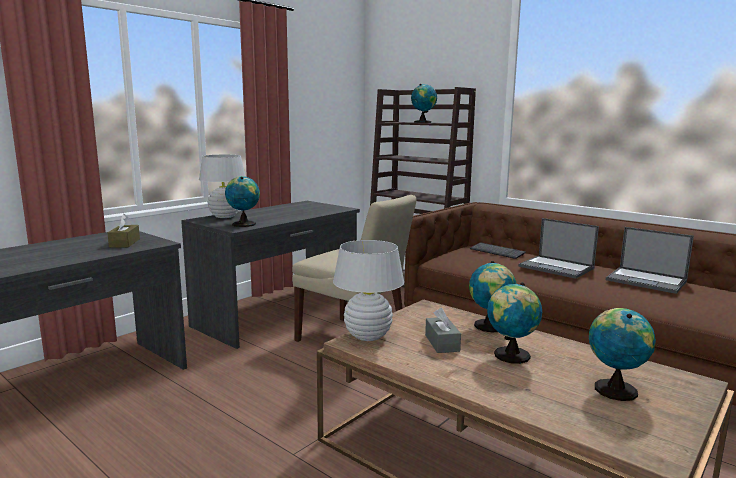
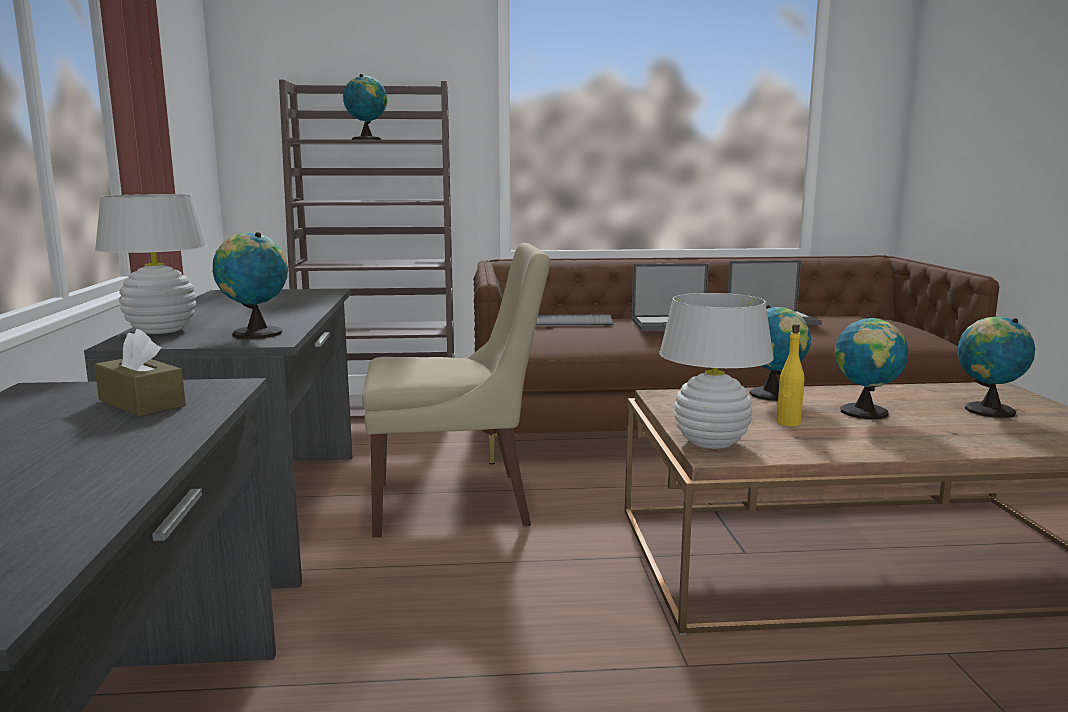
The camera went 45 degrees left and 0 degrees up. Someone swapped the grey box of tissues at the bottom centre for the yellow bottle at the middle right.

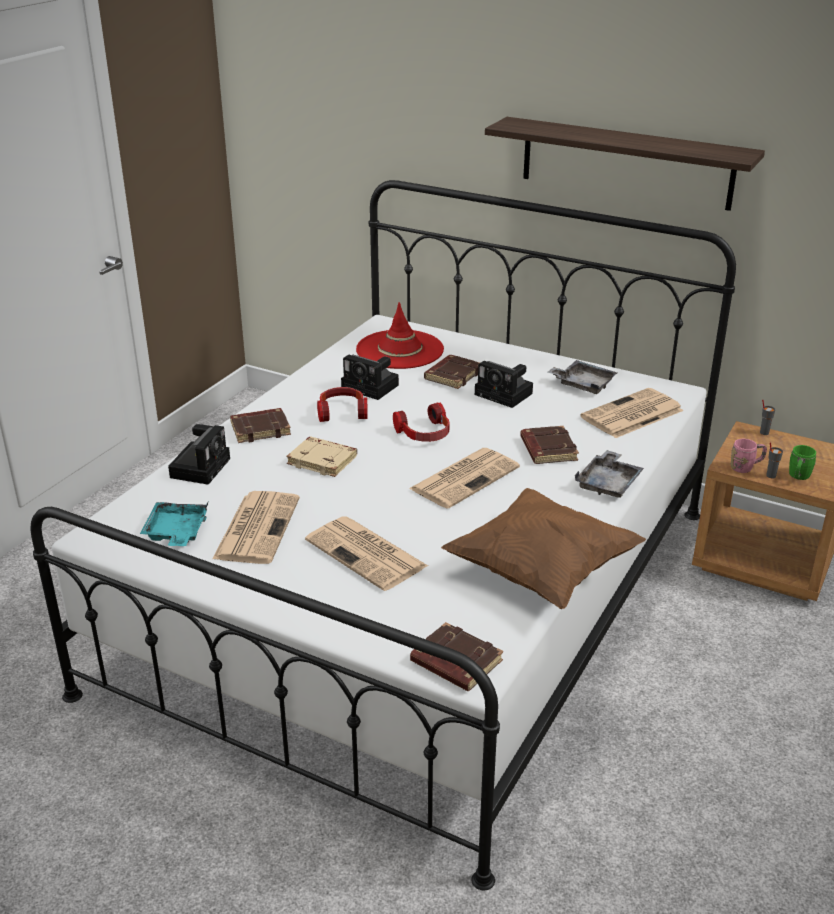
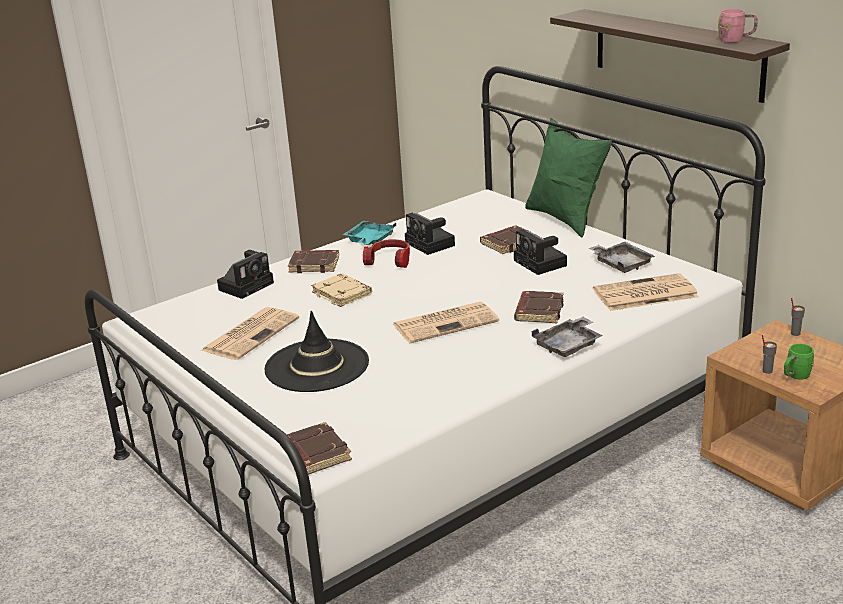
The camera went 25 degrees right and 5 degrees down. Someone took away the red-coloured hat at the centre. Someone took away the pair of headphones (2nd from left) at the centre. Someone took away the brown-coloured pillow at the centre. Someone put down the greenish pillow at the top right. Someone carried the blue-green tray from the middle left to the centre. Someone carried the pinkish mug from the middle right to the top right. Someone swapped the newspaper (2nd from left) at the centre for the blackish hat at the centre.

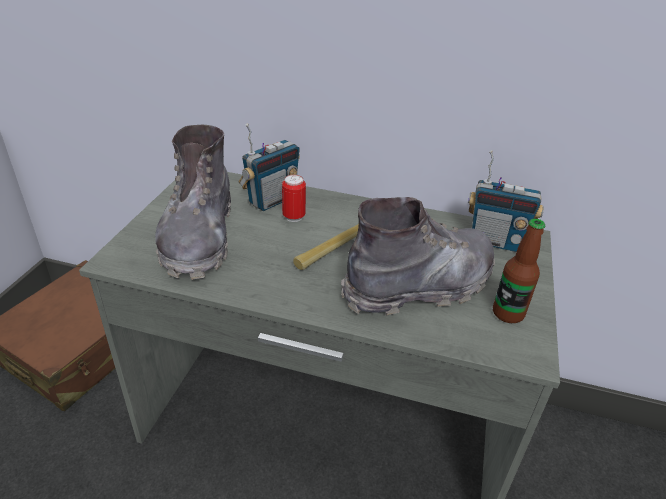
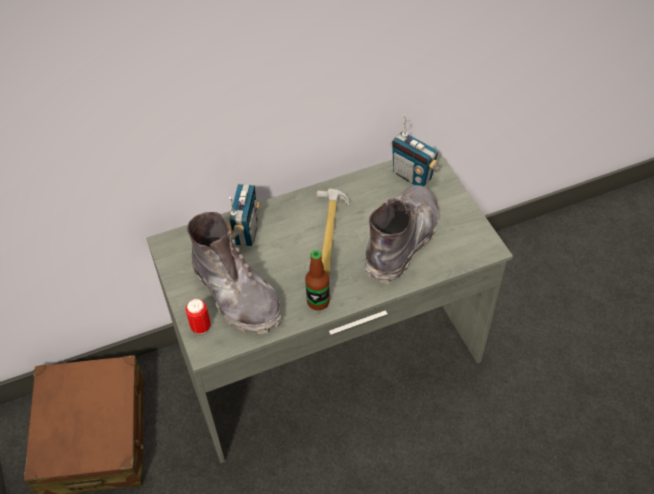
The camera went 35 degrees left and 15 degrees up. Someone carried the metal can from the centre to the middle left. Someone carried the bottle from the middle right to the centre. Someone rotated the radio receiver (2nd from left) at the middle right by 60 degrees clockwise.

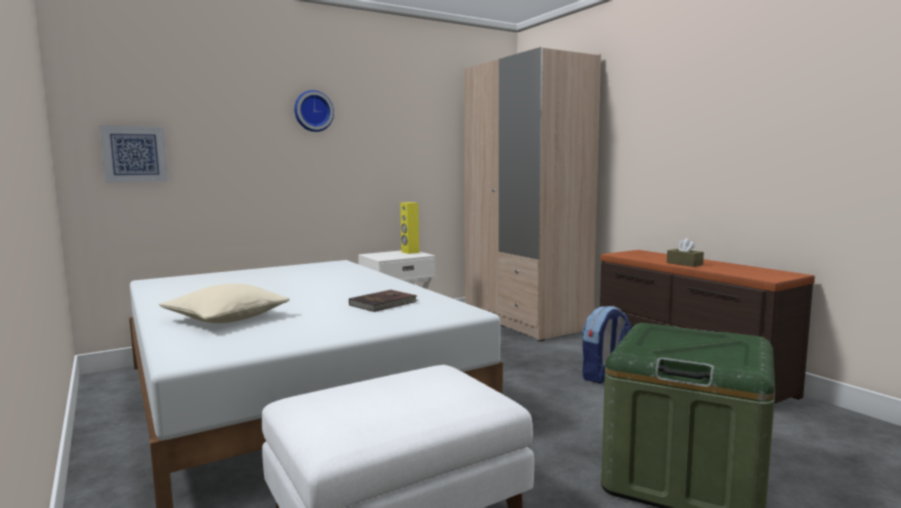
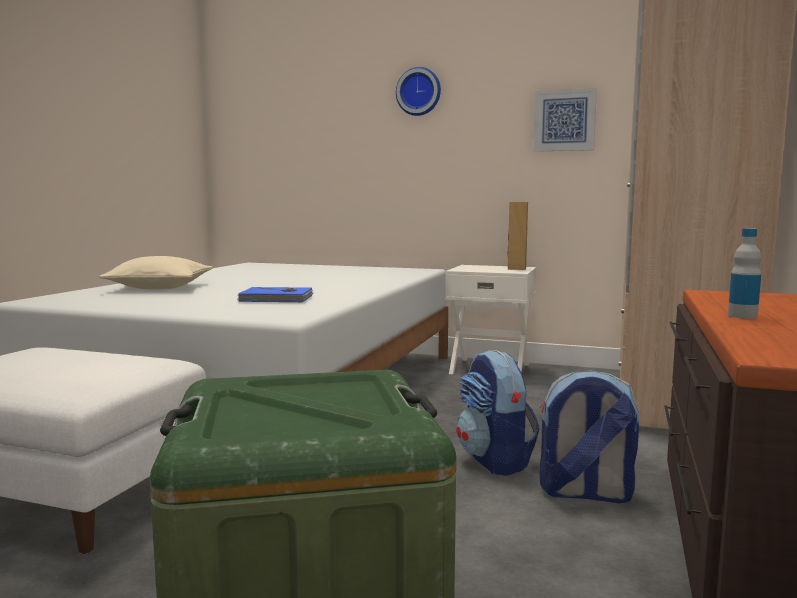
The camera went 50 degrees right and 0 degrees up. Someone put down the backpack (1st from left) at the bottom centre. Someone carried the wall picture from the top left to the top right. Someone swapped the brown-coloured box of tissues at the middle right for the bottle at the middle right. Someone repainted the brown-coloured bound book at the centre, which became the blue-coloured bound book at the centre. Someone repainted the yellow loudspeaker at the centre, which became the brown-coloured loudspeaker at the centre.

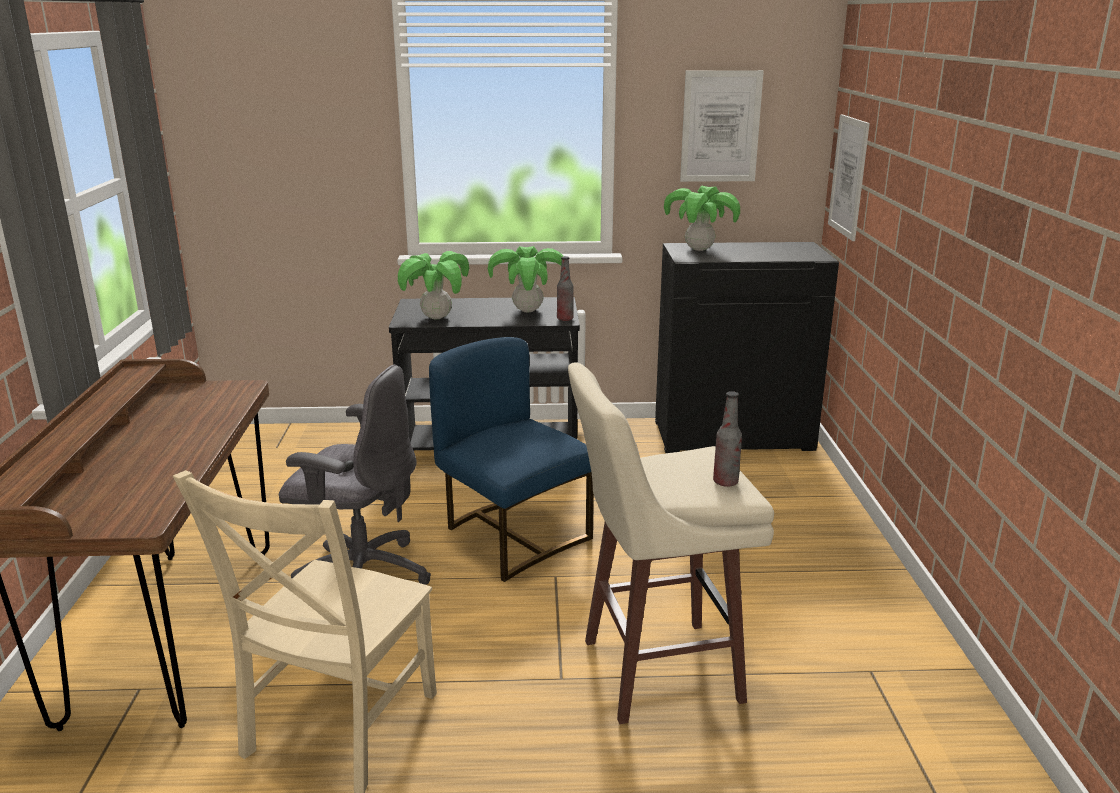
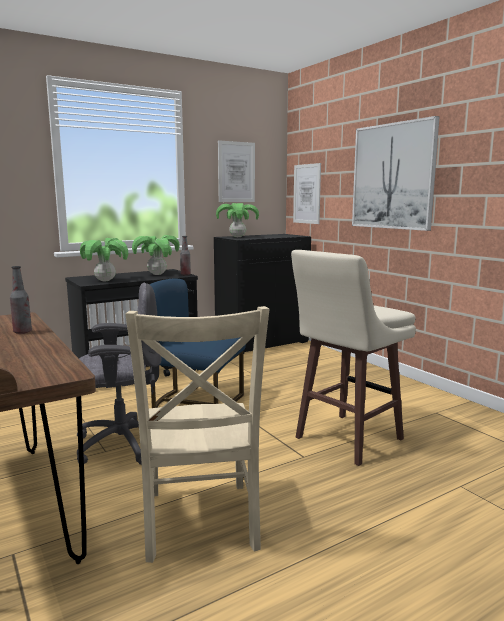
The camera went 30 degrees left and 10 degrees down. Someone put up the wall picture (3rd from left) at the top right. Someone carried the bottle (2nd from left in the first image) from the centre to the middle left.

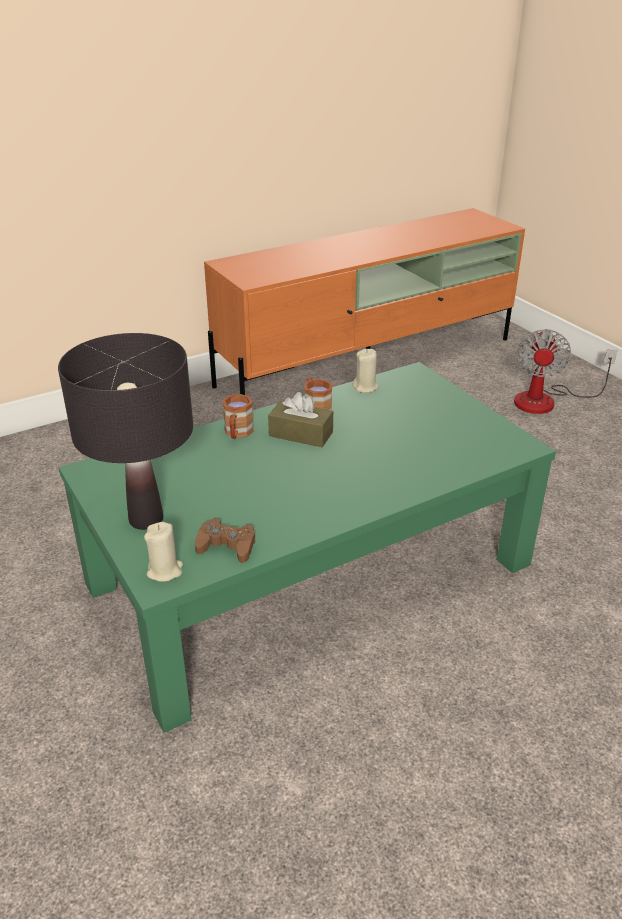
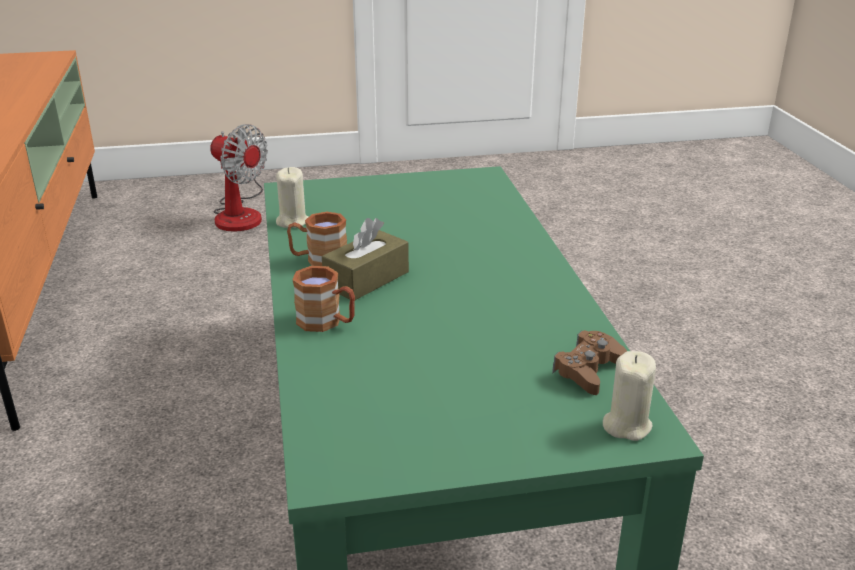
The camera went 70 degrees left and 5 degrees down. Someone took away the blackish lamp for a table at the middle left.

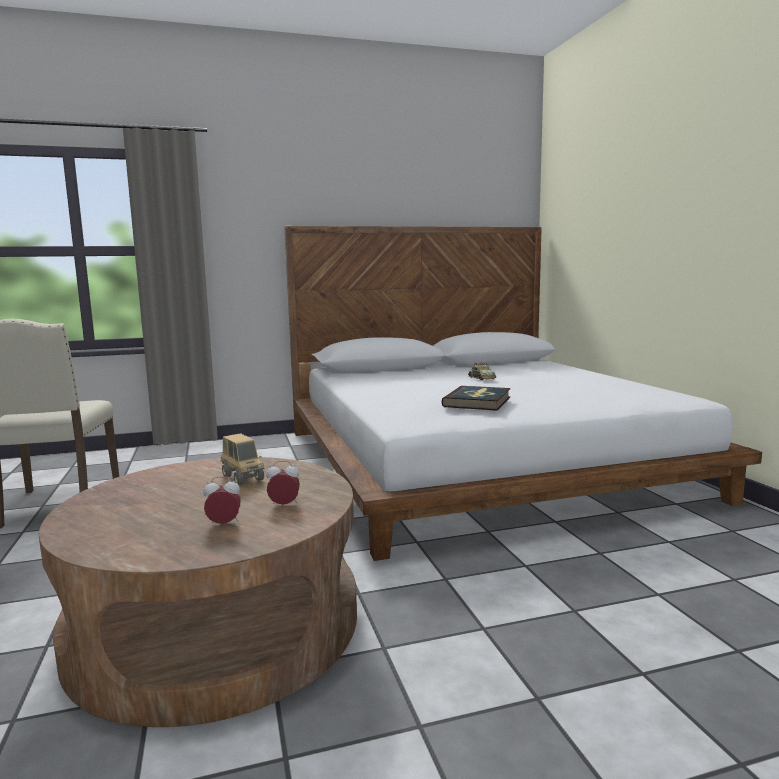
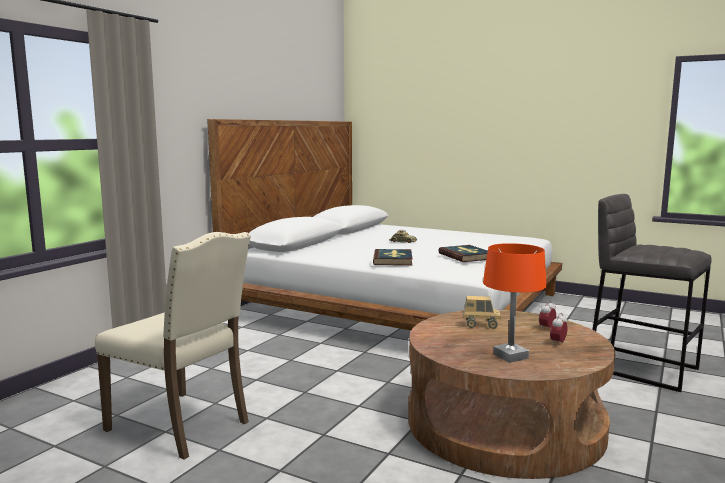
The camera went 45 degrees left and 0 degrees up. Someone put down the bound book (1st from left) at the centre. Someone put down the orange-coloured lamp for a table at the middle right. Someone put down the grey stool seat at the middle right.

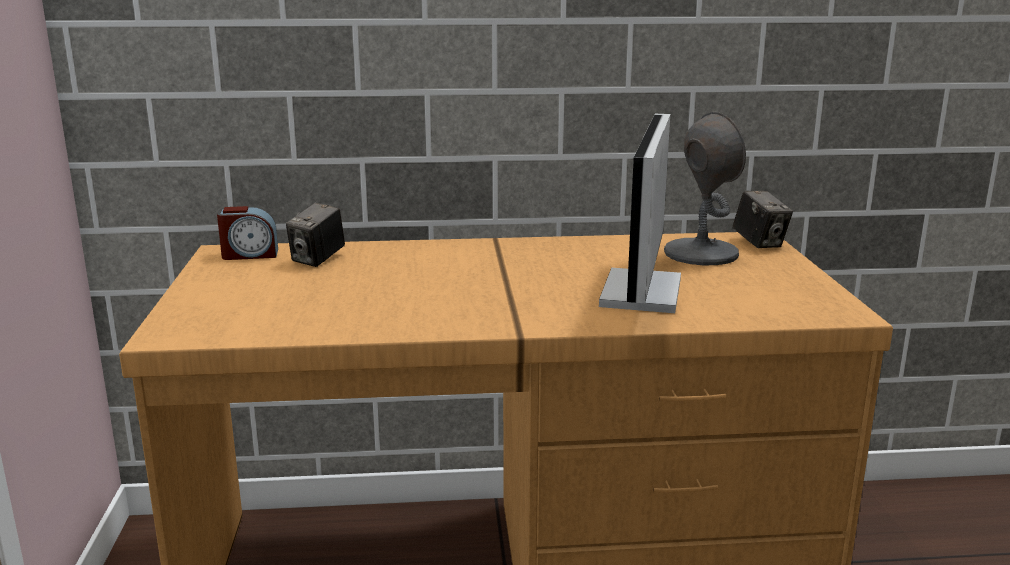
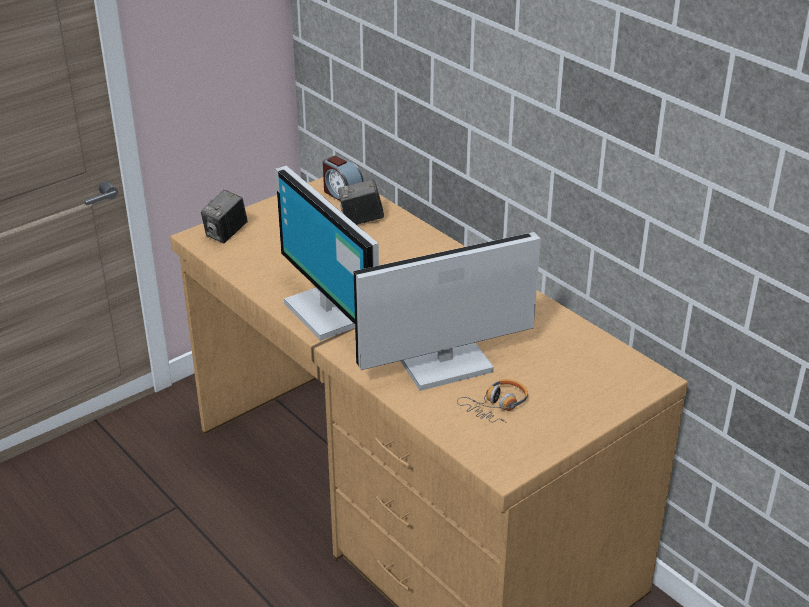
The camera went 55 degrees right and 15 degrees up. Someone took away the grey lamp for a table at the top right. Someone put down the computer screen (1st from left) at the centre. Someone put down the pair of headphones at the centre. Someone carried the still camera (2nd from left in the first image) from the middle right to the middle left.

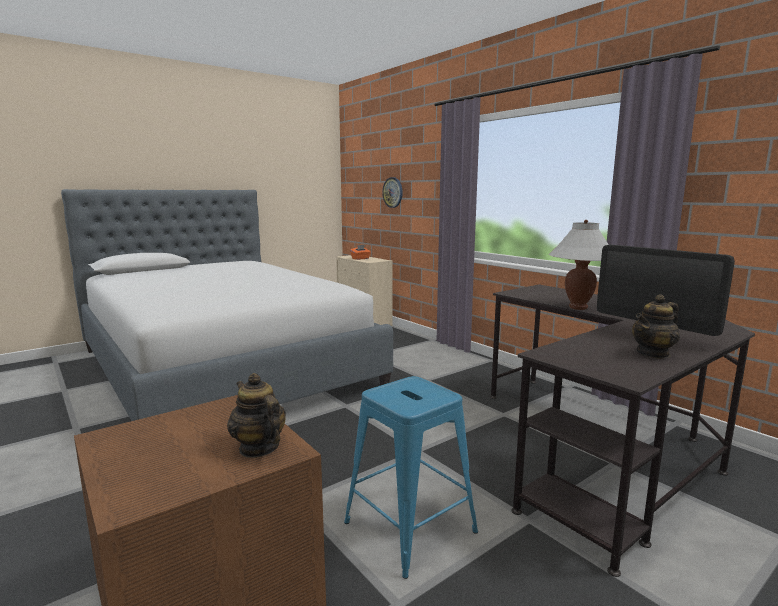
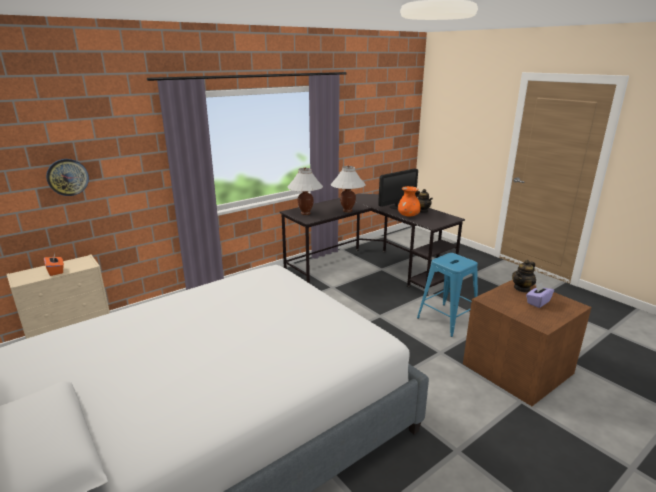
The camera went 90 degrees left and 10 degrees up. Someone put down the whitish lamp for a table (1st from left) at the centre. Someone put down the orange-coloured flower vase at the centre. Someone put down the purplish box of tissues at the middle right.

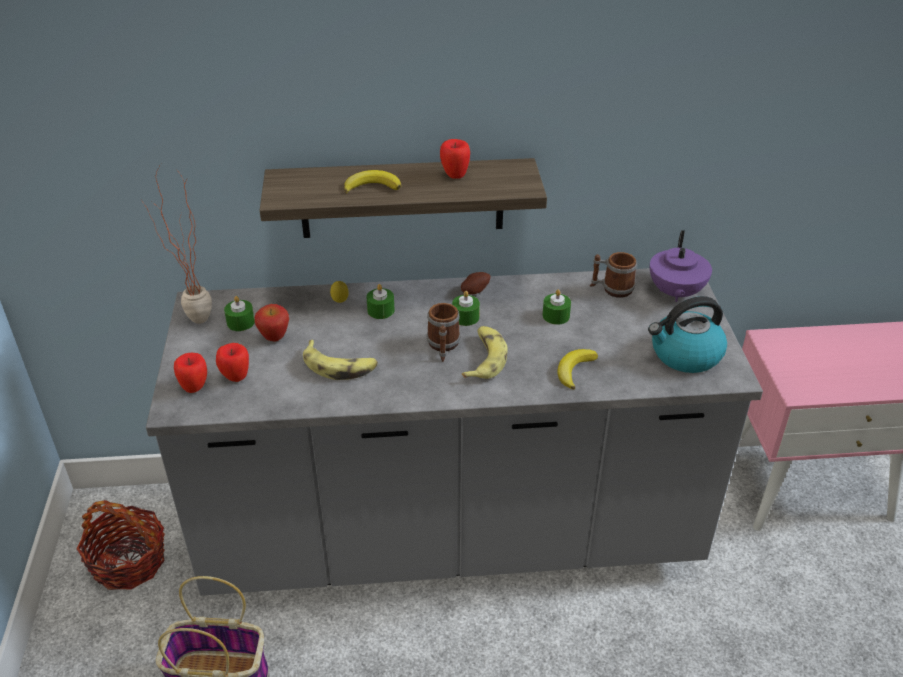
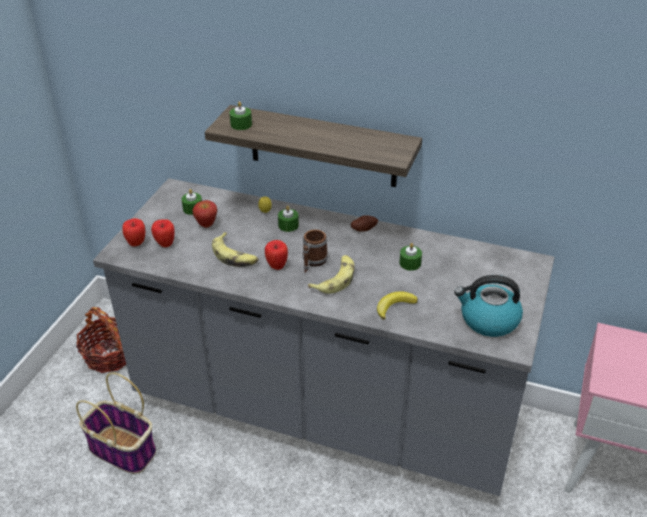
The camera went 25 degrees right and 0 degrees up. Someone took away the potted plant at the middle left. Someone took away the banana fruit (2nd from left) at the top centre. Someone took away the mug (2nd from left) at the middle right. Someone took away the purplish teapot at the middle right. Someone carried the whole apple (4th from left) from the top centre to the centre. Someone carried the greenish wax light (3rd from left in the first image) from the centre to the top centre.

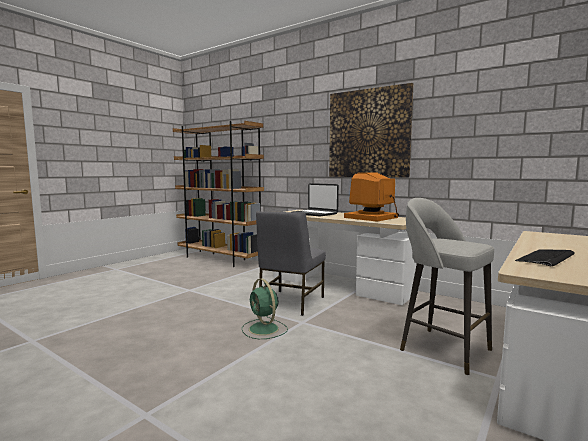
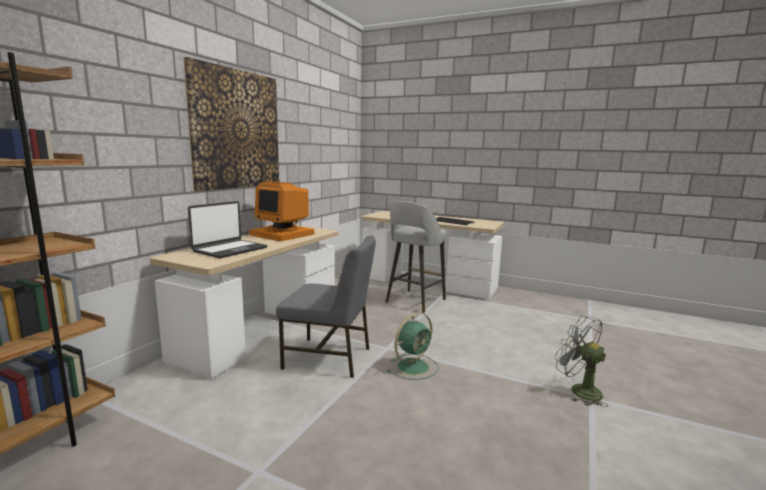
The camera went 100 degrees left and 5 degrees up. Someone put down the grey fan at the bottom right.

